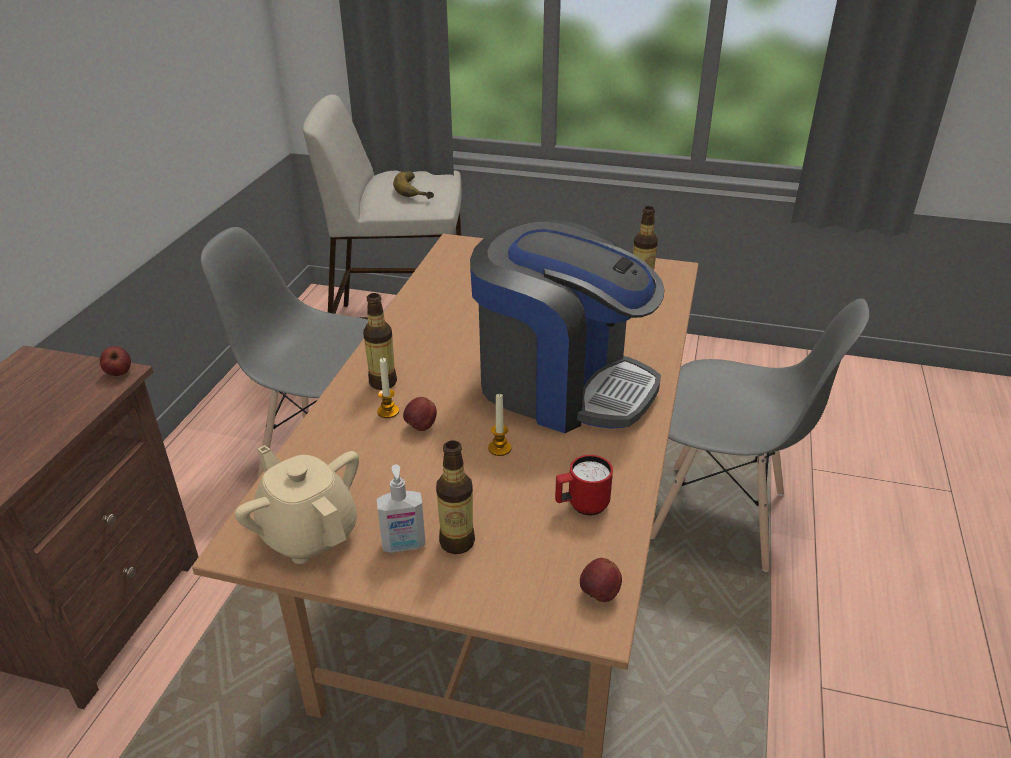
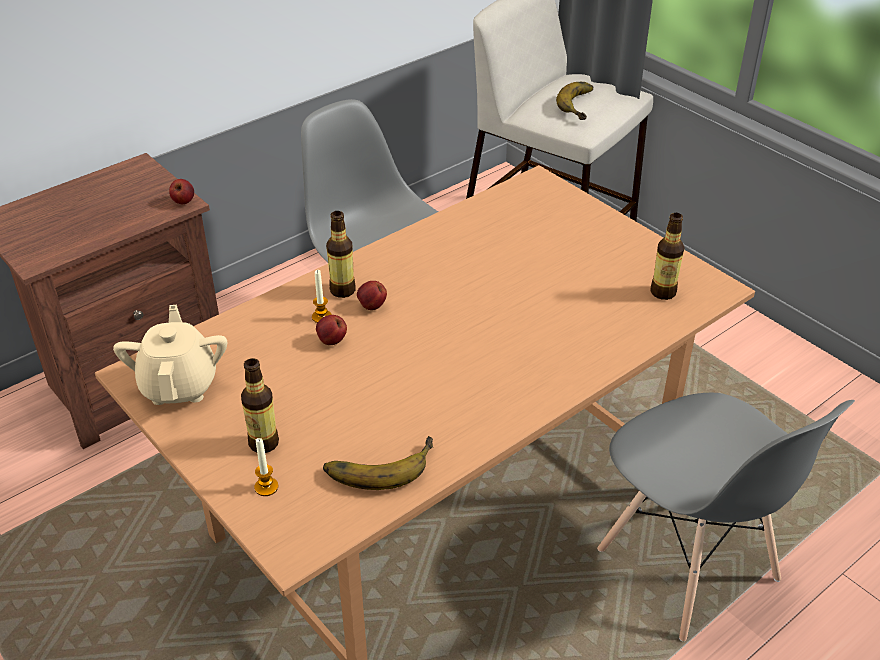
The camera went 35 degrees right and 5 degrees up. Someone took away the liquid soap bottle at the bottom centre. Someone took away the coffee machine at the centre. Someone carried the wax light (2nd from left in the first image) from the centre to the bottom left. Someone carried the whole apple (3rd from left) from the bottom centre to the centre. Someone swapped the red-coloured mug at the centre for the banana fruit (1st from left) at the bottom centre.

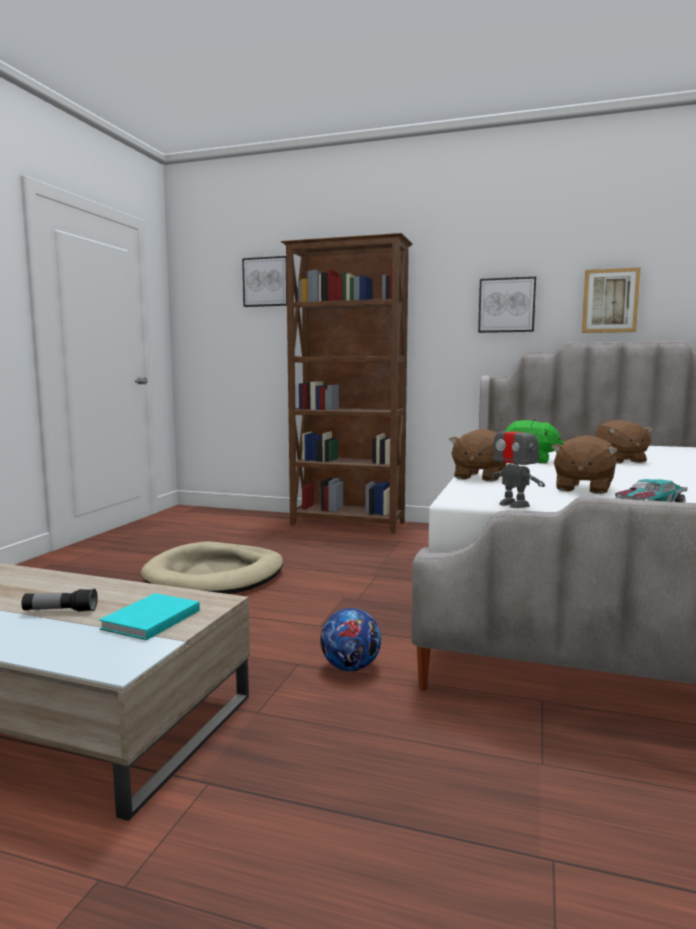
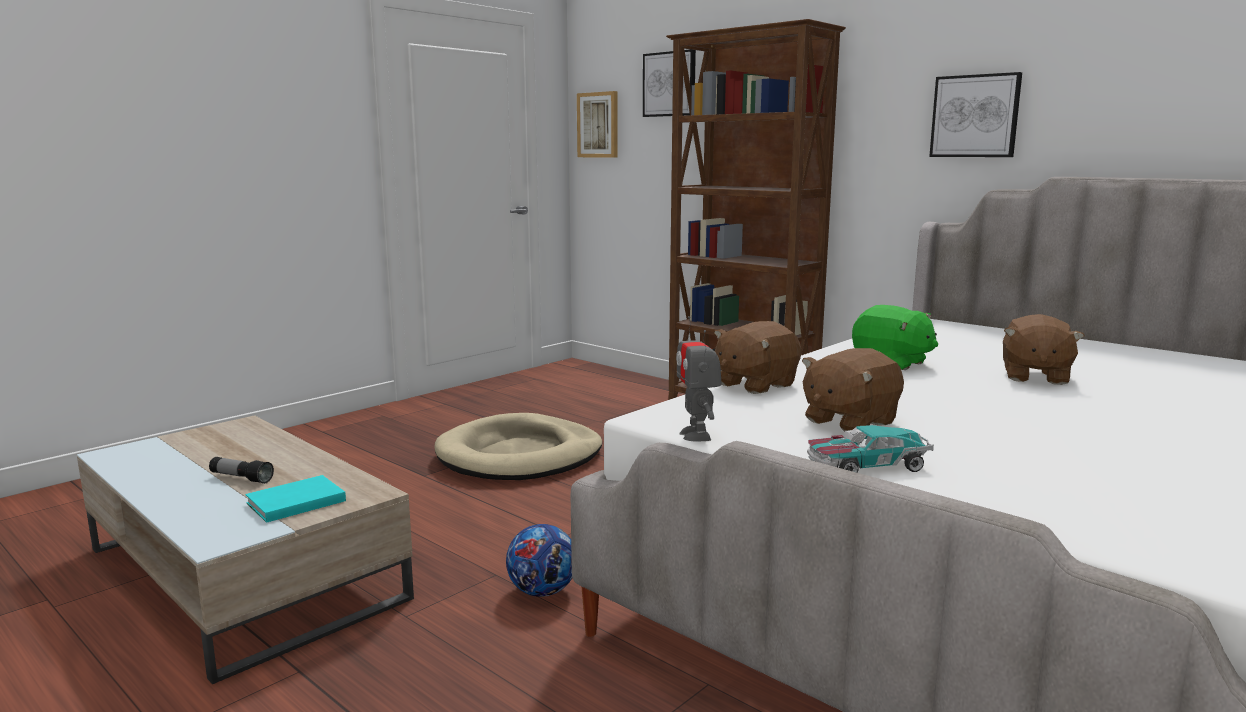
The camera went 25 degrees right and 5 degrees up. Someone carried the wall picture (3rd from left in the first image) from the top right to the top centre.

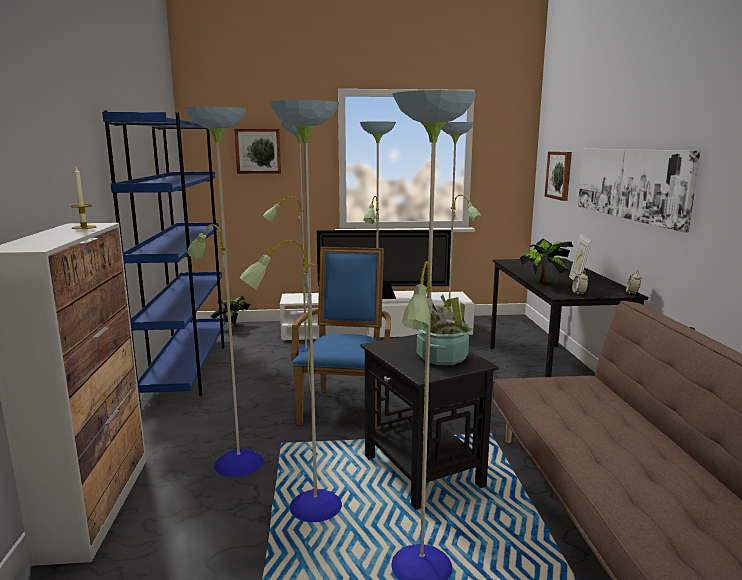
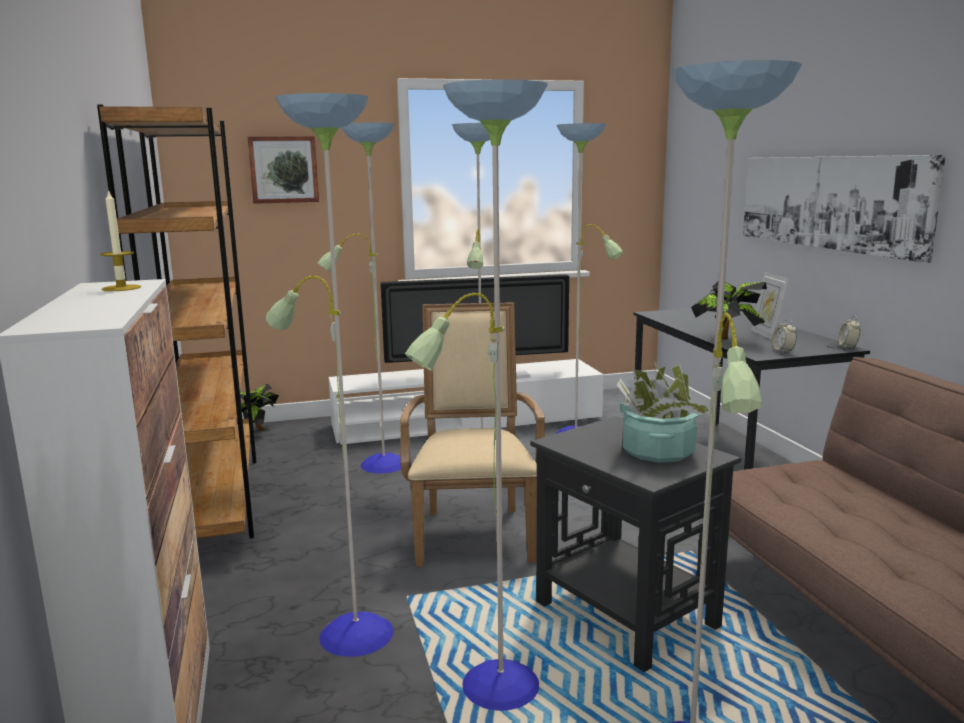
The camera went 10 degrees left and 0 degrees up. Someone took away the wall picture (2nd from left) at the top right. Someone repainted the blue-coloured bookshelf at the middle left, which became the brown-coloured bookshelf at the middle left. Someone repainted the blue-coloured lounge chair at the centre, which became the beige-coloured lounge chair at the centre.

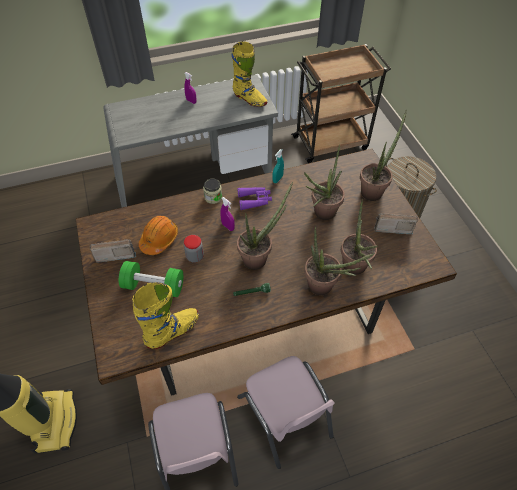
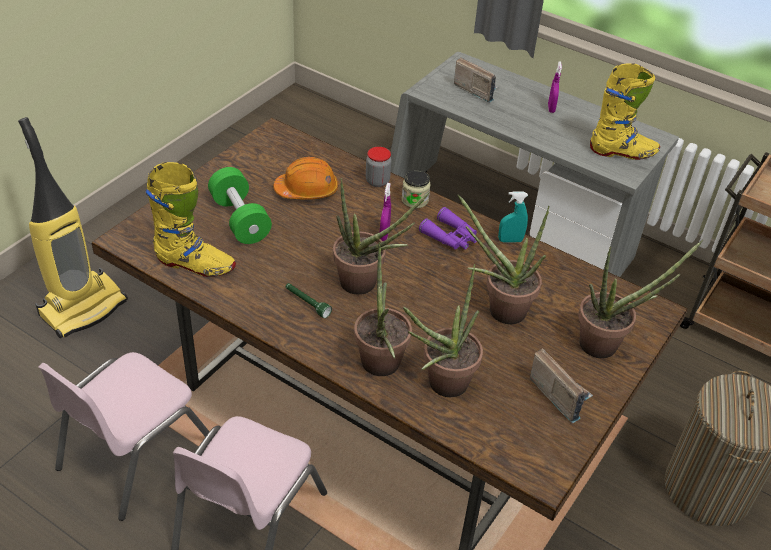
The camera went 50 degrees right and 10 degrees down. Someone carried the radio receiver (1st from left) from the middle left to the top centre. Someone carried the preserve jar (1st from left) from the centre to the top centre. Someone rotated the yellow tall boot (2nd from left) at the top centre by 90 degrees counterclockwise.

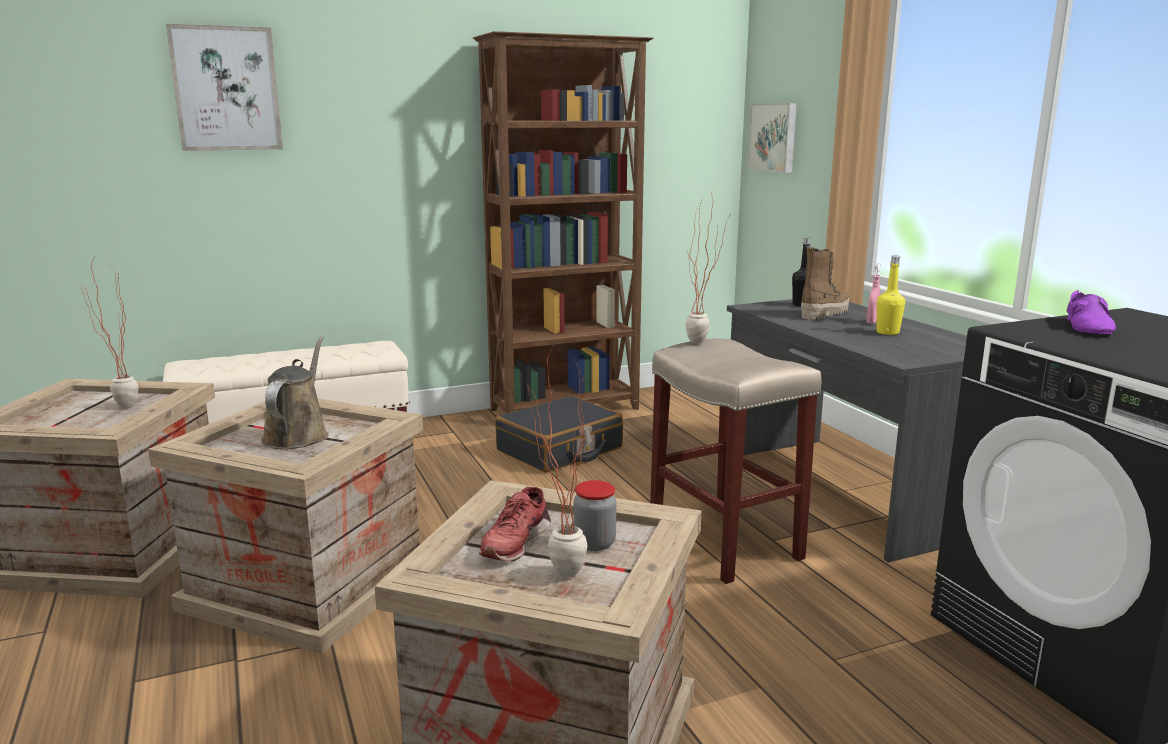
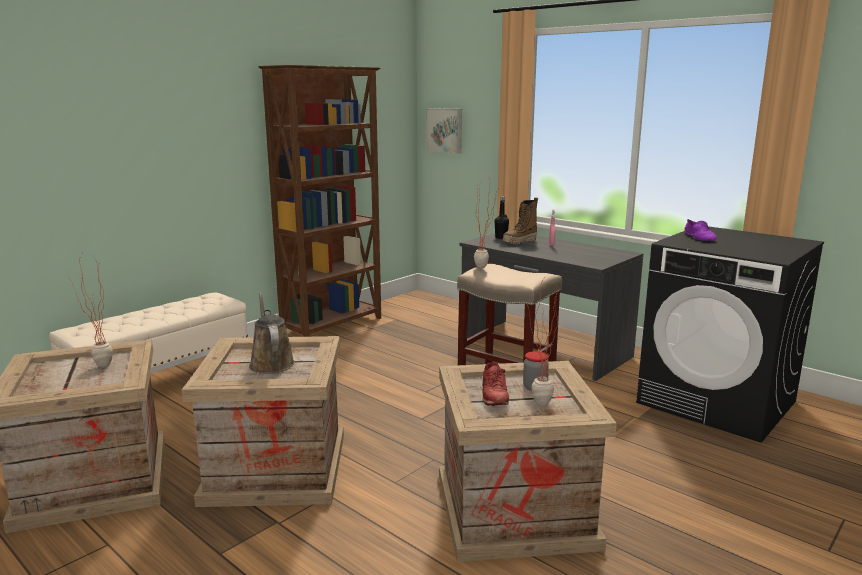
The camera went 25 degrees left and 0 degrees up. Someone took away the wall picture (1st from left) at the top left. Someone took away the blackish travel case at the centre. Someone took away the yellow bottle at the middle right. Someone rotated the tall boot at the middle right by 150 degrees counterclockwise.

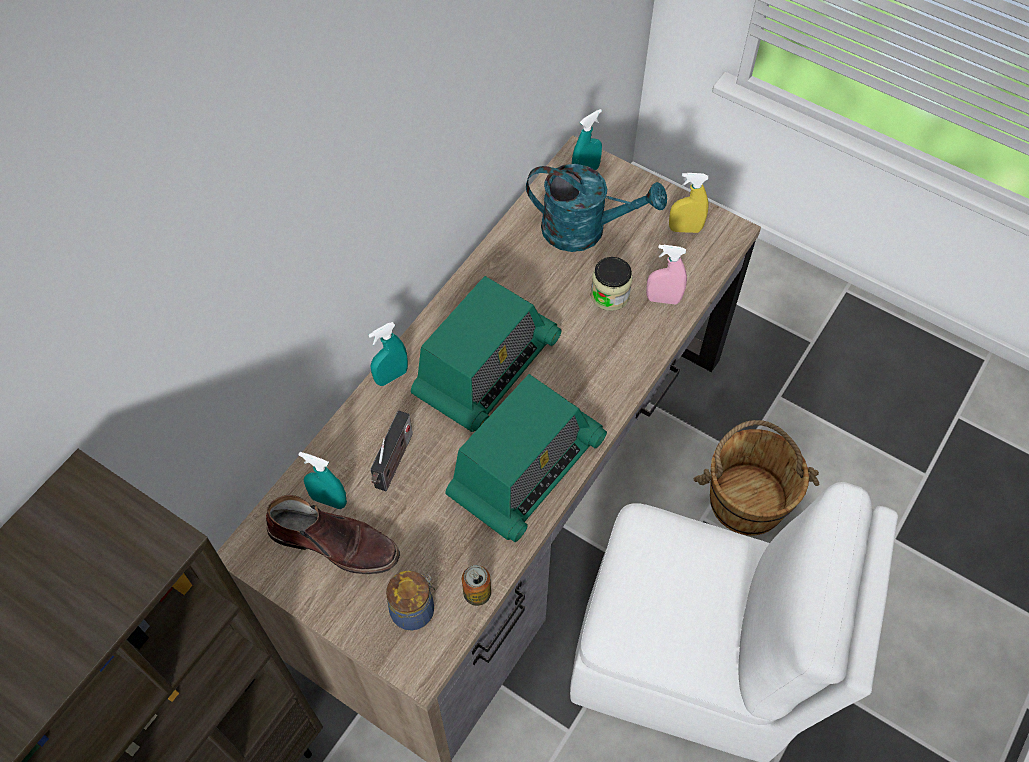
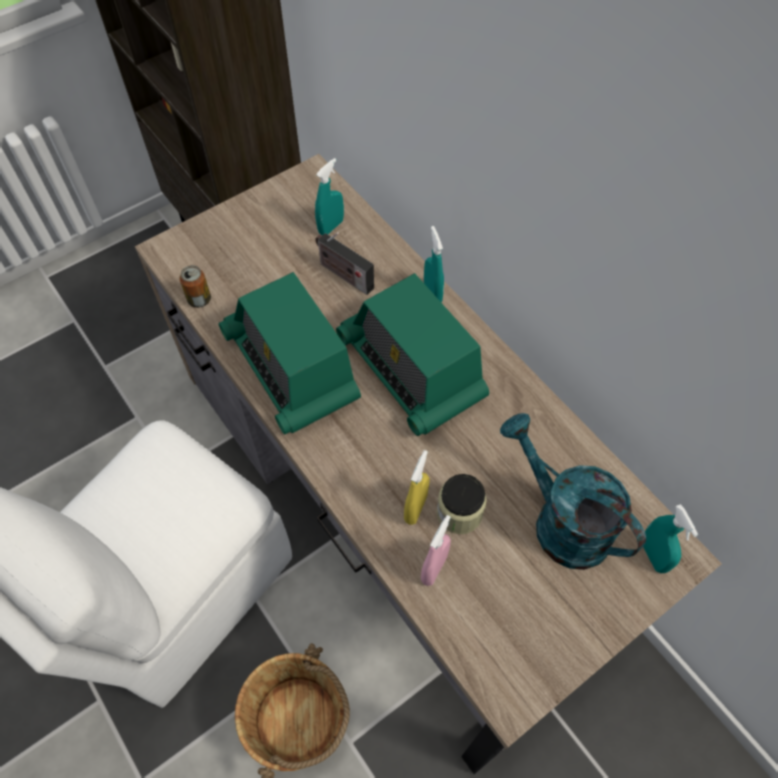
The camera went 110 degrees right and 0 degrees up. Someone took away the brown-coloured tall boot at the bottom left. Someone took away the preserve jar (1st from left) at the bottom centre. Someone carried the yellow sprayer from the top right to the centre. Someone rotated the blue-green sprinkling can at the top centre by 105 degrees clockwise.

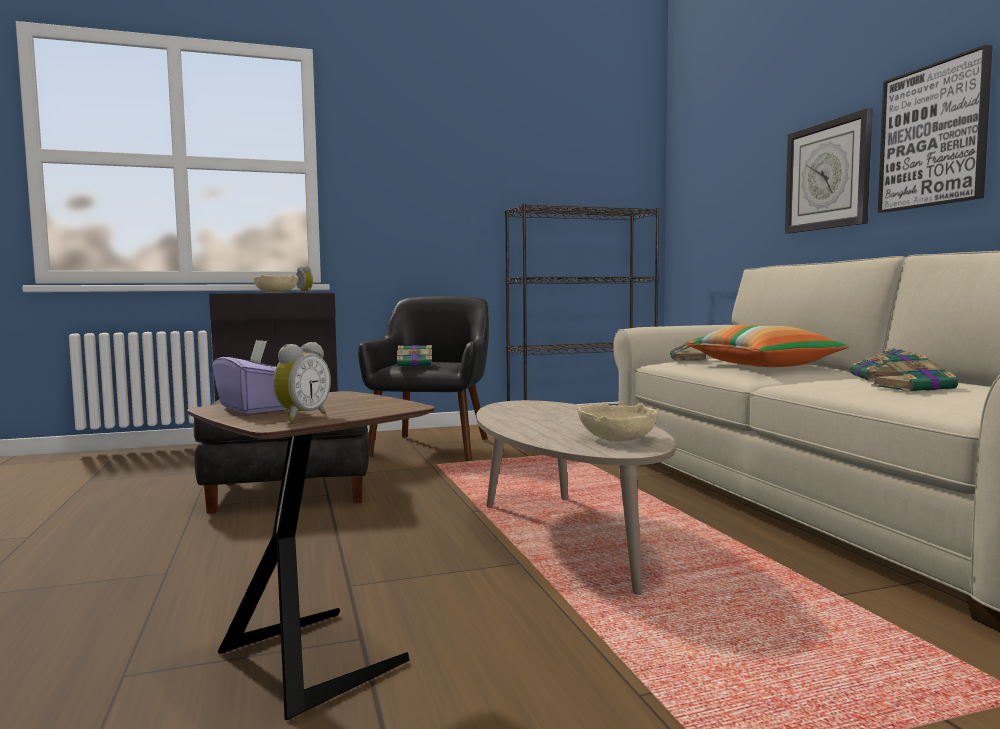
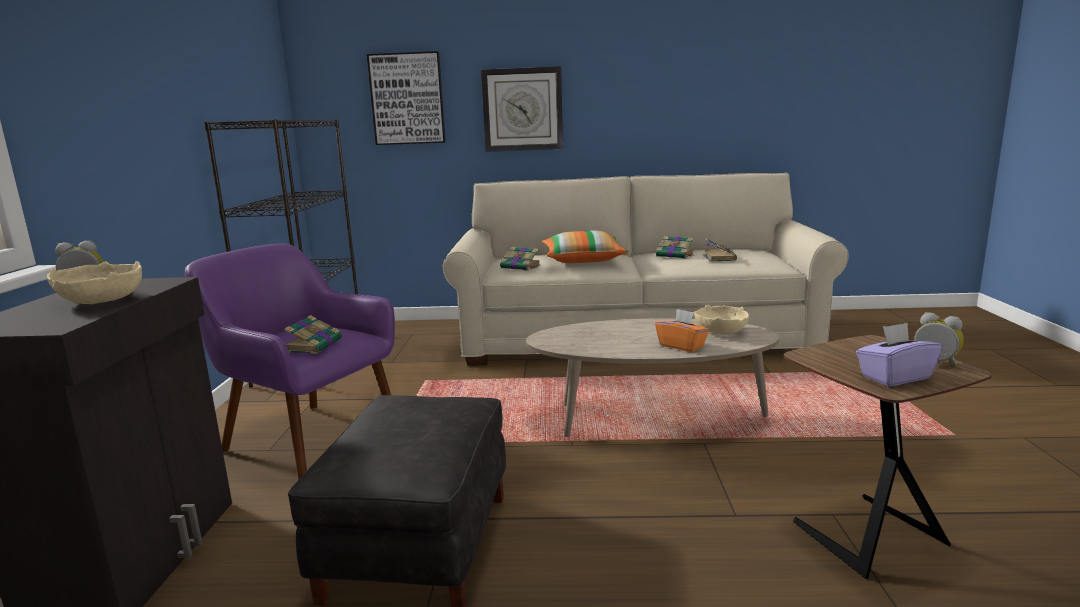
The camera went 70 degrees left and 10 degrees up. Someone put down the orange-coloured box of tissues at the centre. Someone carried the wall picture from the top right to the top centre. Someone repainted the blackish lounge chair at the centre, which became the purplish lounge chair at the middle left.

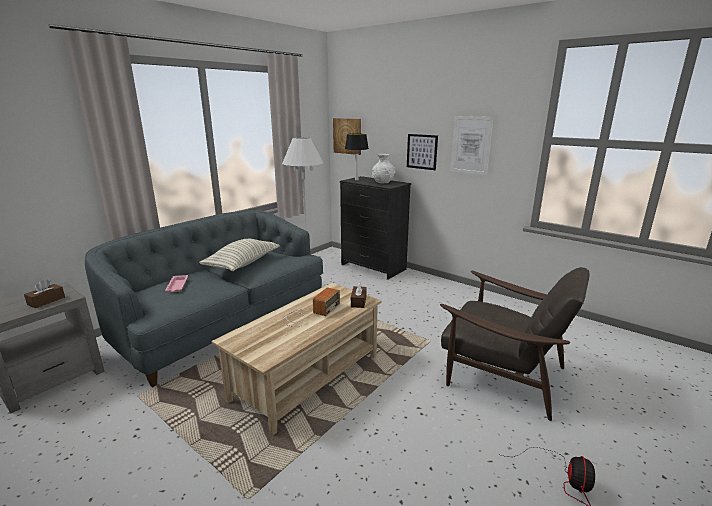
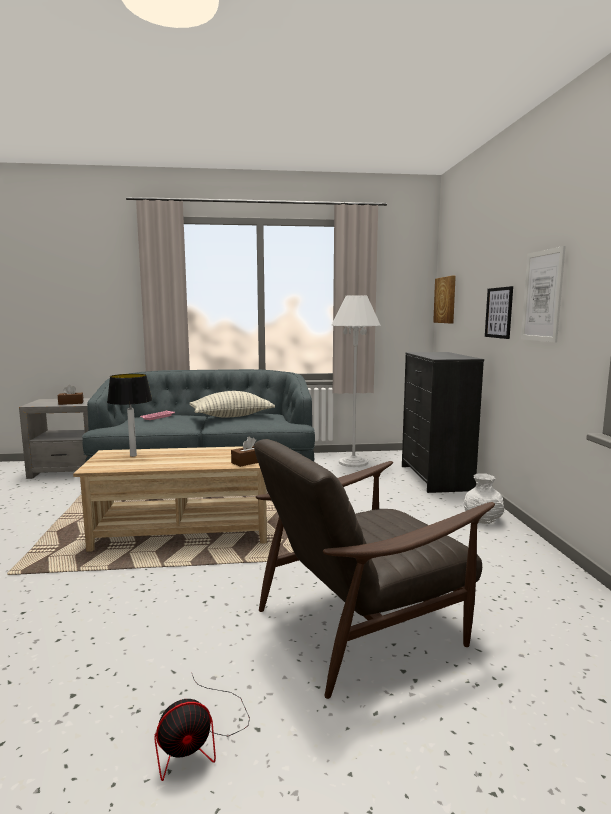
The camera went 45 degrees right and 10 degrees down. Someone took away the radio receiver at the centre. Someone carried the lamp for a table from the top centre to the middle left. Someone carried the whitish flower vase from the top centre to the middle right. Someone rotated the brown-coloured lounge chair at the bottom right by 75 degrees clockwise.

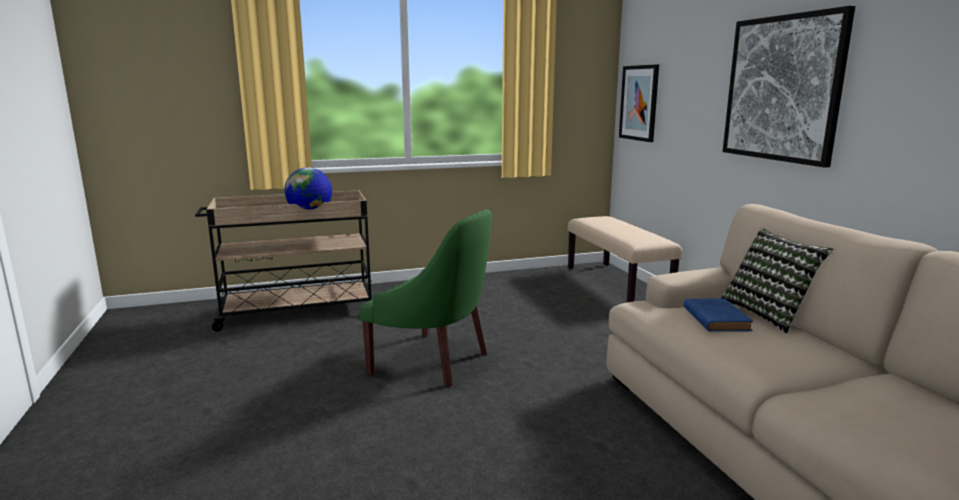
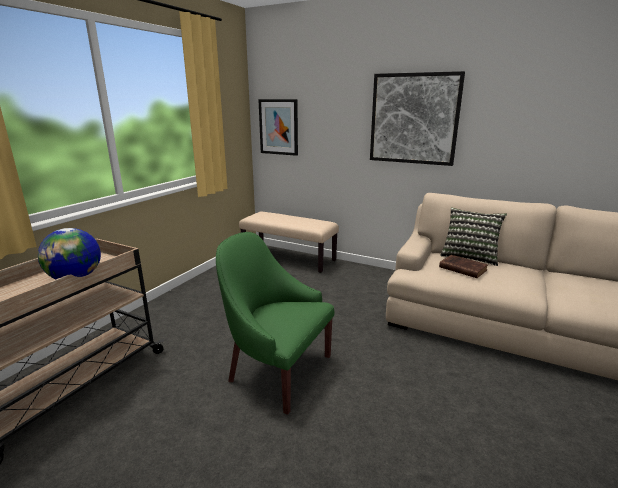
The camera went 45 degrees left and 5 degrees up. Someone repainted the blue-coloured bound book at the middle right, which became the brown-coloured bound book at the middle right. Someone rotated the greenish lounge chair at the centre by 135 degrees counterclockwise.

